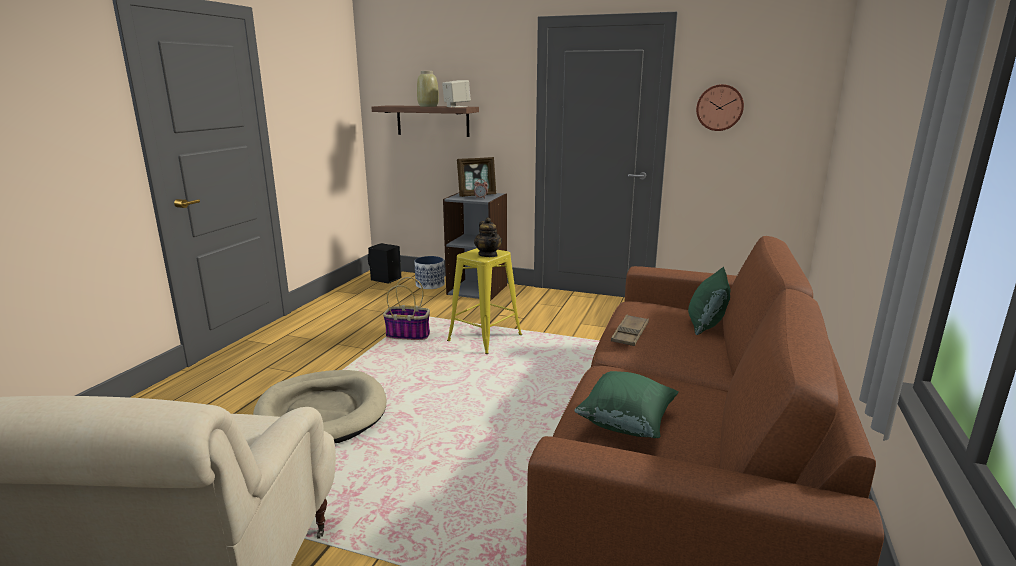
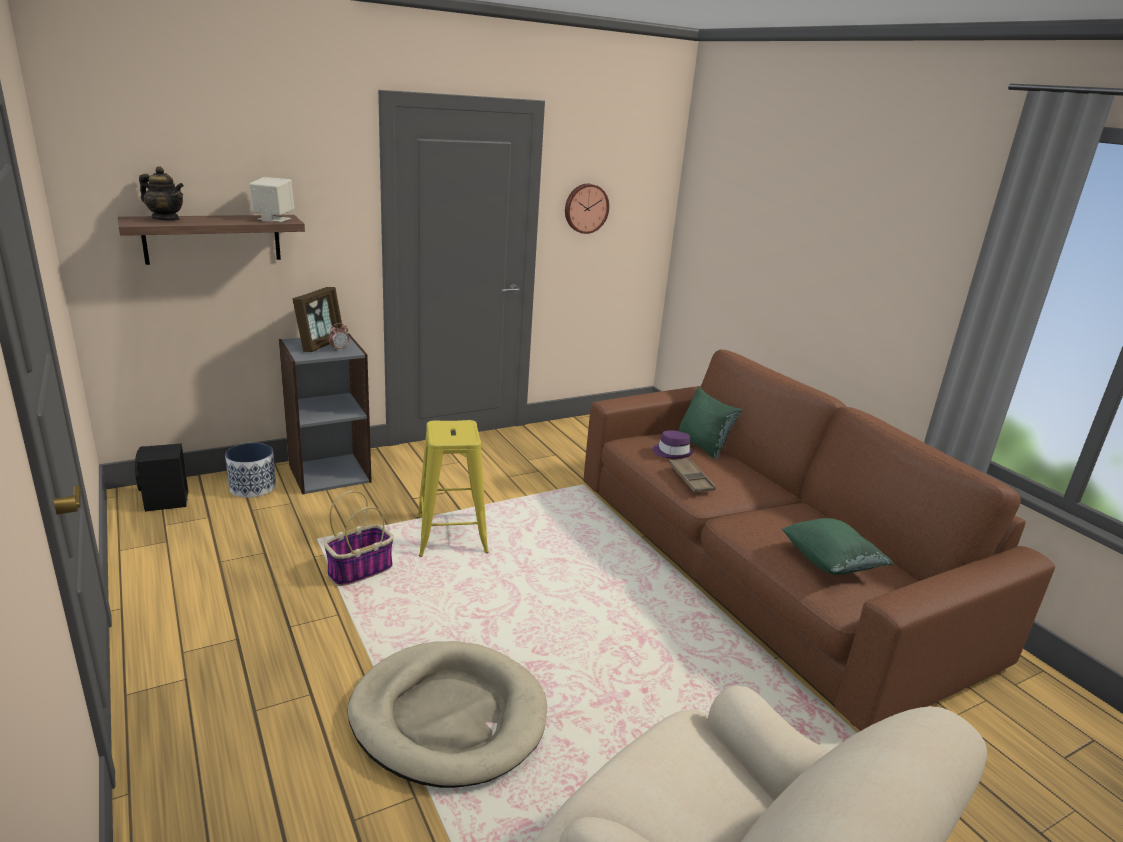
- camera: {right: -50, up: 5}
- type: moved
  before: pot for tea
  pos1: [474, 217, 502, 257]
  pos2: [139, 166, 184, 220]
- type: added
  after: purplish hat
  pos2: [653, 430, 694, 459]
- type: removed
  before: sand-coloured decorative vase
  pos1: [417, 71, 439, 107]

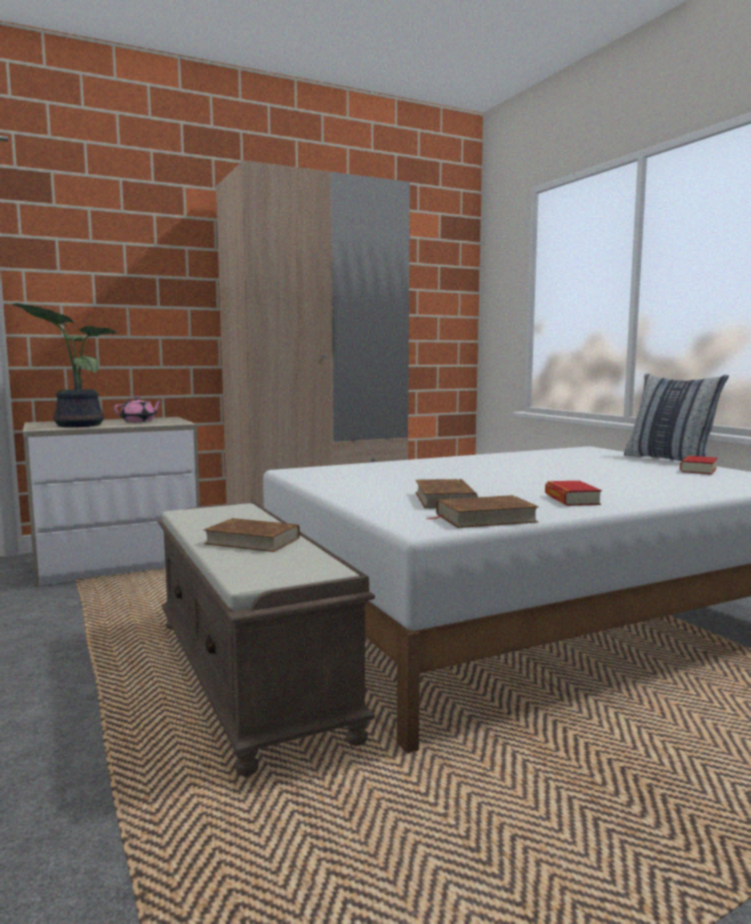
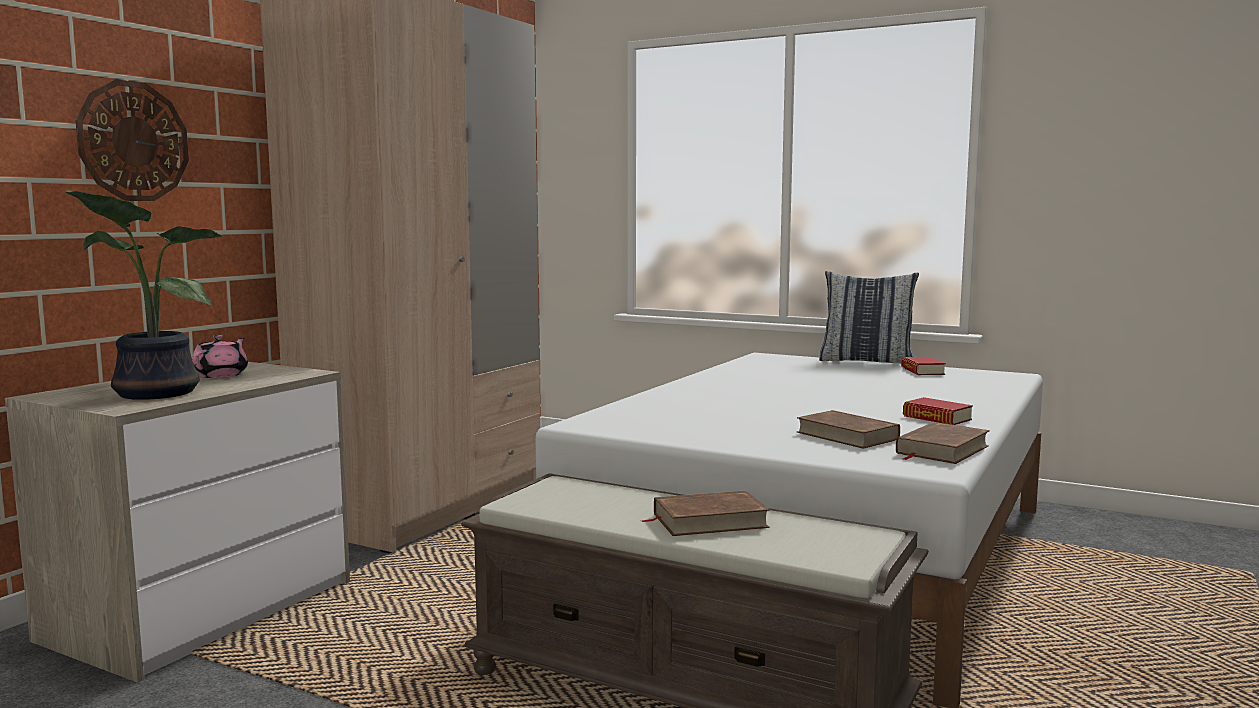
- camera: {right: -35, up: 0}
- type: added
  after: wall clock
  pos2: [76, 79, 189, 201]

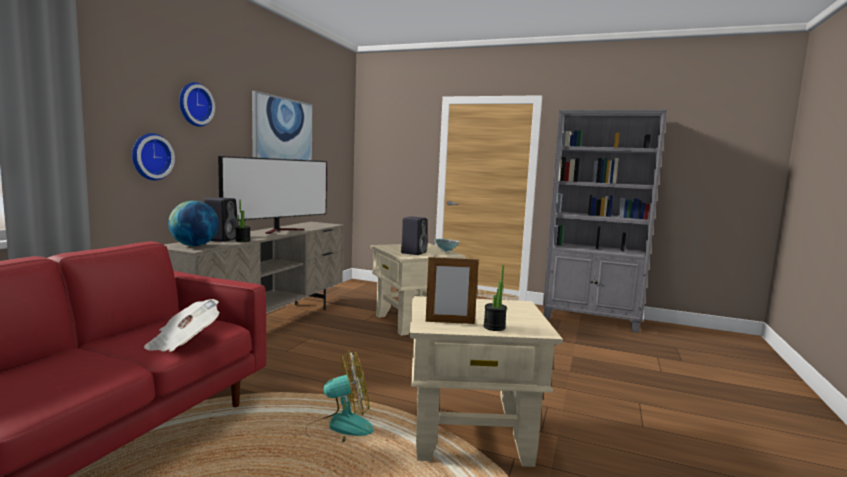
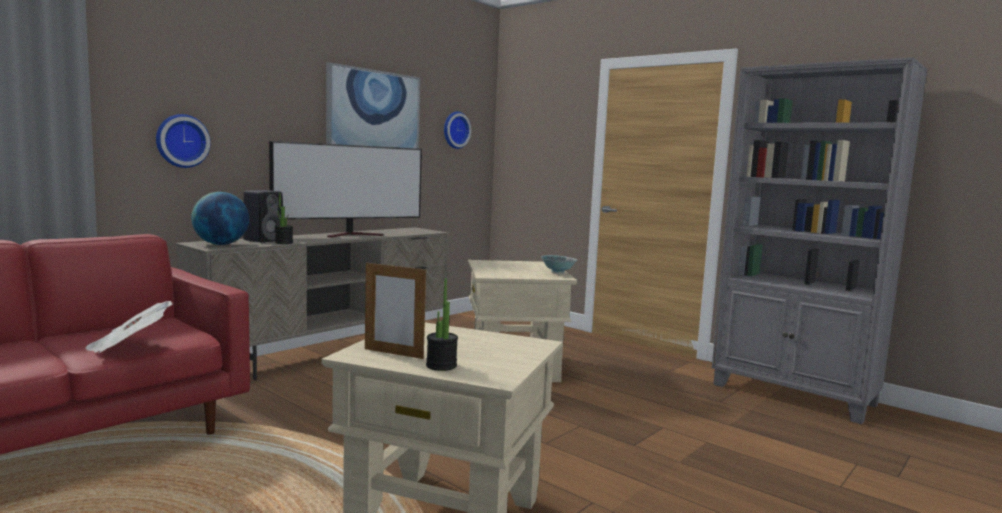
- camera: {right: 20, up: 0}
- type: moved
  before: wall clock
  pos1: [179, 82, 215, 127]
  pos2: [444, 112, 471, 149]
- type: removed
  before: cooling fan
  pos1: [306, 350, 374, 443]
- type: removed
  before: blackish audio speaker
  pos1: [401, 216, 428, 255]

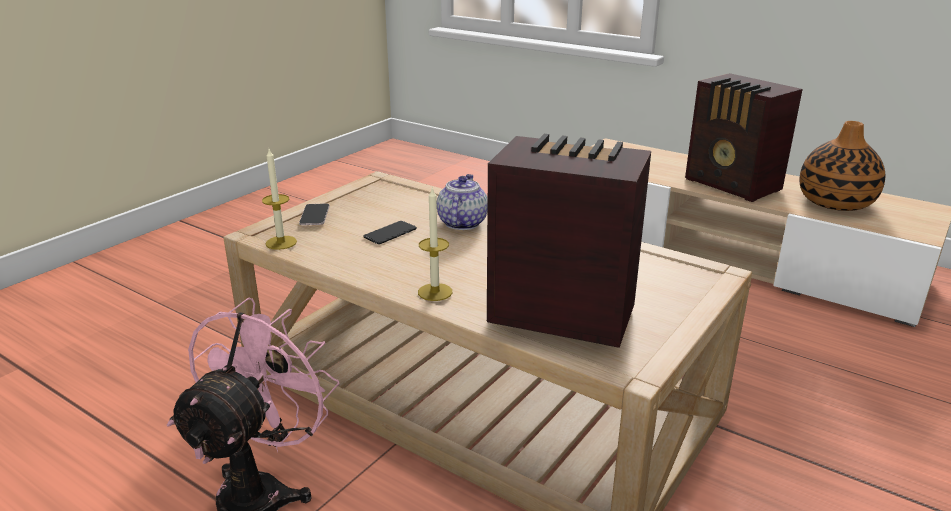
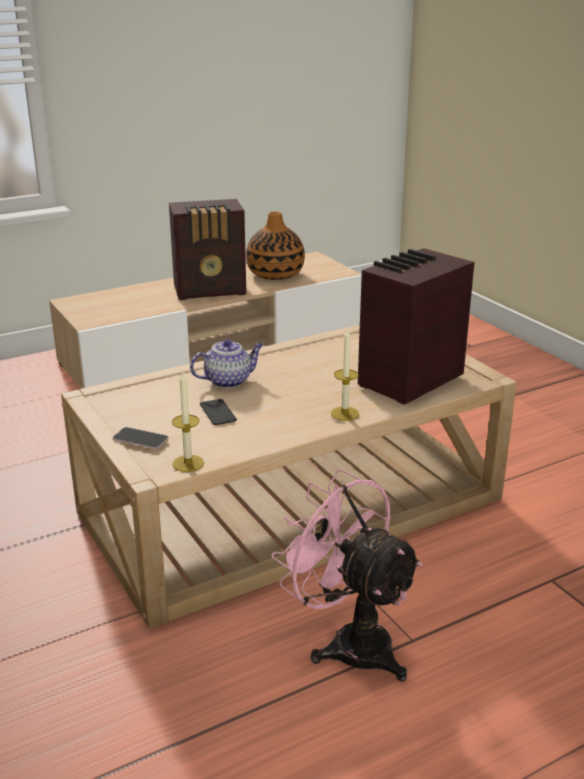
- camera: {right: -65, up: 0}
- type: turned
  before: pot for tea
  pos1: [437, 174, 488, 230]
  pos2: [190, 339, 263, 388]
  turn: 120

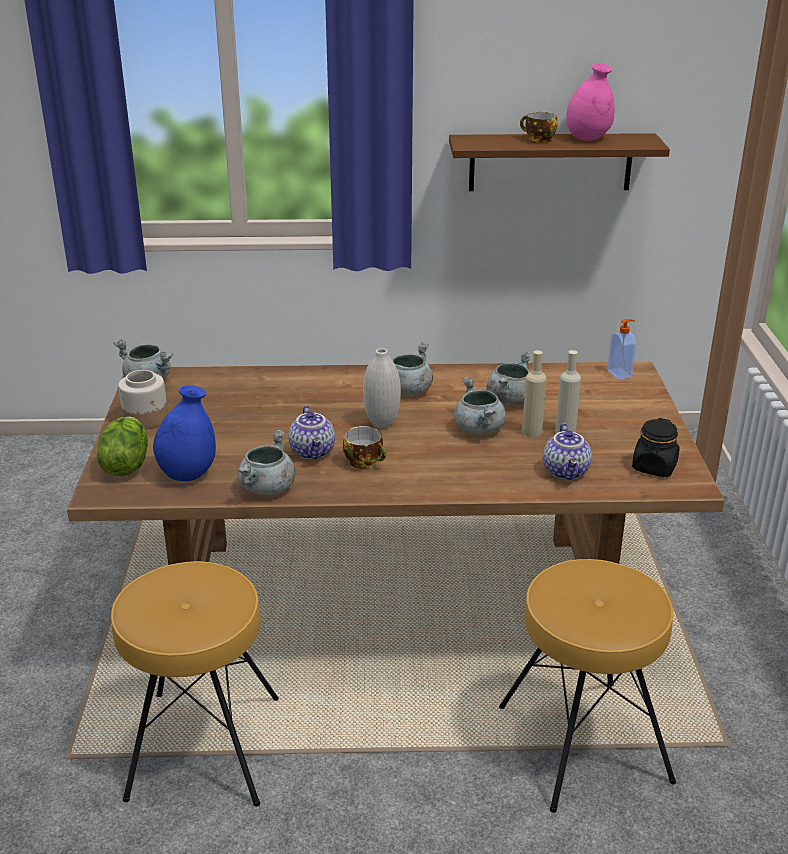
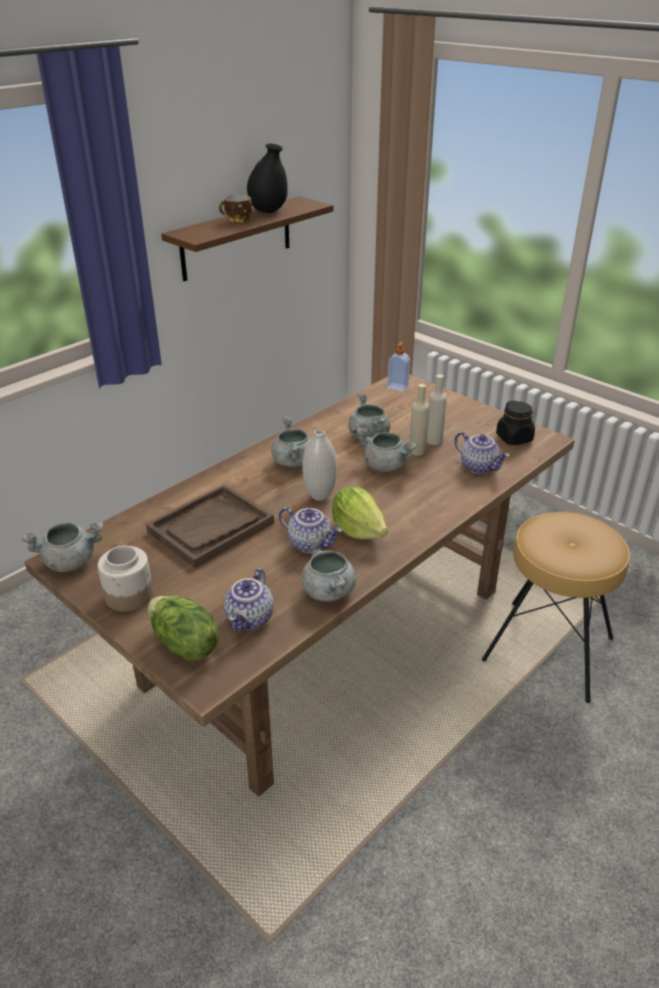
- camera: {right: -45, up: 5}
- type: added
  after: brownish tray
  pos2: [146, 484, 274, 568]
- type: replaced
  before: bluish decorative vase
  after: pot for tea
  pos1: [153, 385, 216, 481]
  pos2: [224, 568, 273, 631]
- type: recoloured
  before: pink-coloured decorative vase
  after: blackish decorative vase
  pos1: [566, 63, 615, 141]
  pos2: [247, 143, 288, 213]
- type: replaced
  before: drinking cup
  after: lettuce
  pos1: [343, 426, 386, 469]
  pos2: [332, 486, 388, 539]
- type: removed
  before: brownish sitting stool
  pos1: [111, 561, 279, 807]

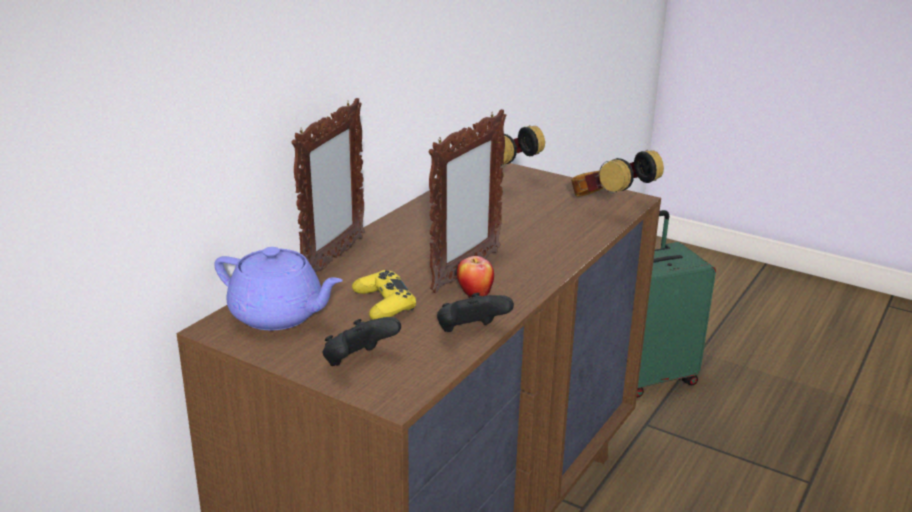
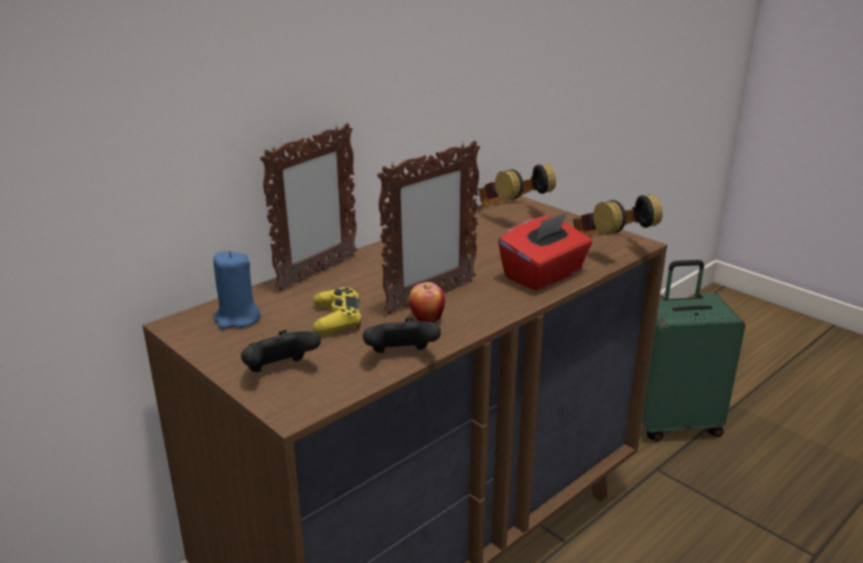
- camera: {right: 15, up: 0}
- type: replaced
  before: purplish pot for tea
  after: bluish candle
  pos1: [214, 247, 343, 330]
  pos2: [213, 251, 261, 329]
- type: added
  after: red tissue holder
  pos2: [498, 212, 592, 291]

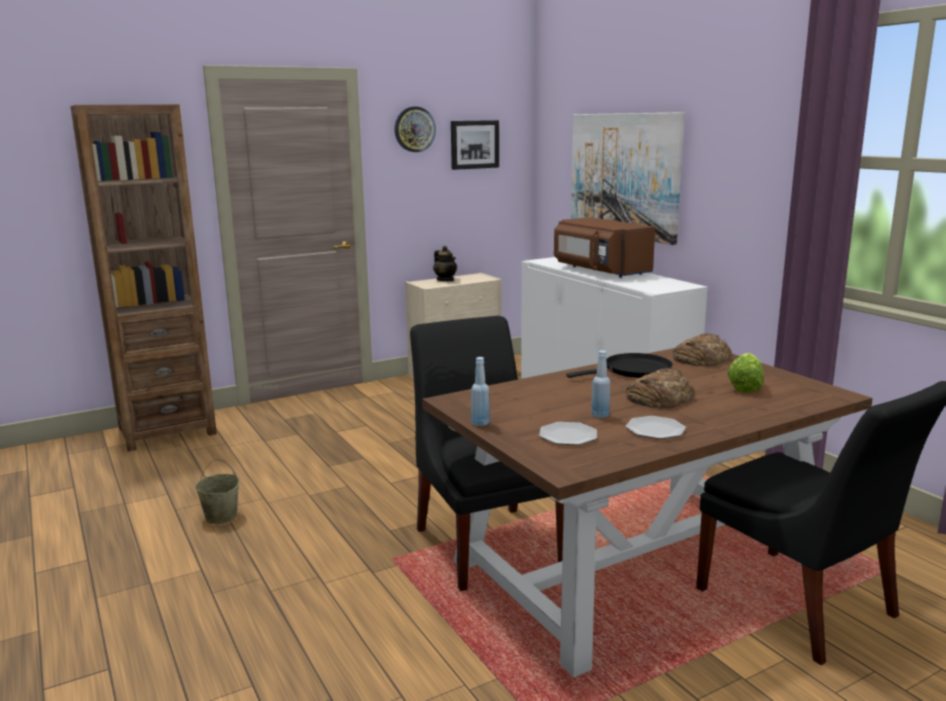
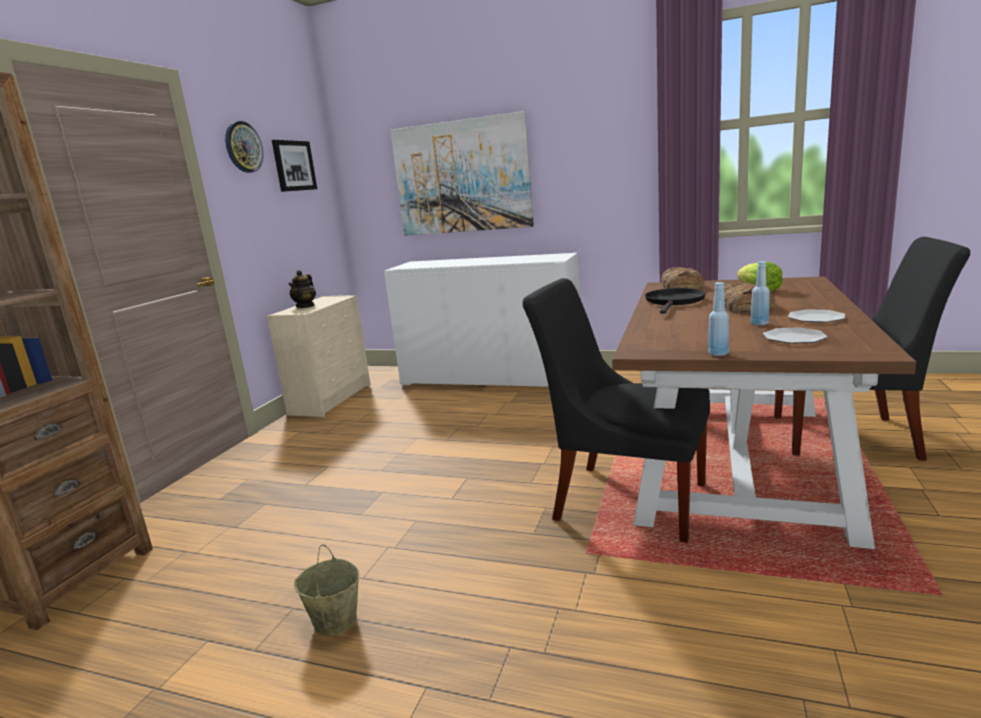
- camera: {right: -40, up: 0}
- type: turned
  before: pot for tea
  pos1: [433, 246, 457, 281]
  pos2: [288, 270, 316, 308]
  turn: 90
- type: removed
  before: brownish microwave oven
  pos1: [554, 217, 655, 278]

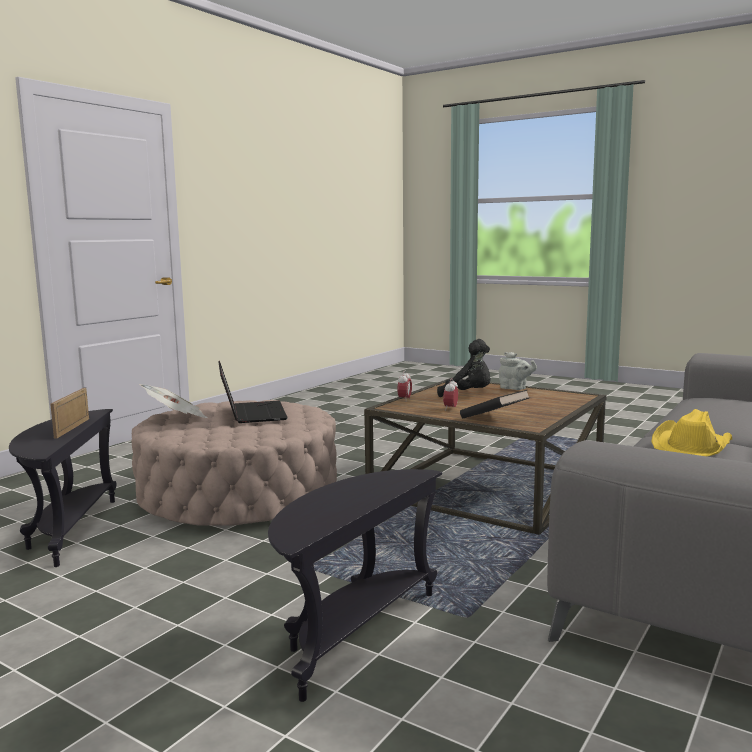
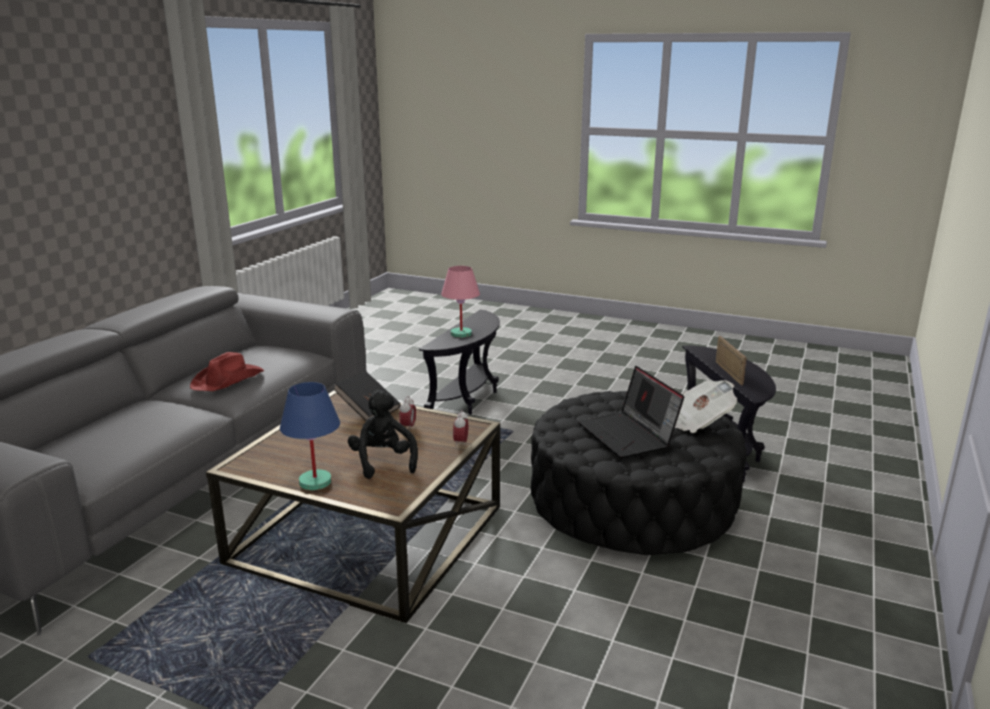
- camera: {right: 170, up: 10}
- type: recoloured
  before: yellow-coloured hat
  after: red hat
  pos1: [652, 409, 732, 456]
  pos2: [190, 352, 264, 391]
- type: replaced
  before: gray pot for tea
  after: bluish table lamp
  pos1: [499, 352, 537, 390]
  pos2: [280, 382, 340, 490]
- type: turned
  before: blackish cuddly toy
  pos1: [437, 339, 491, 397]
  pos2: [348, 390, 418, 479]
  turn: 60
- type: added
  after: pink-coloured table lamp
  pos2: [441, 266, 480, 338]
- type: recoloured
  before: sand-coloured pouffe
  after: blackish pouffe
  pos1: [132, 400, 337, 526]
  pos2: [531, 391, 747, 555]

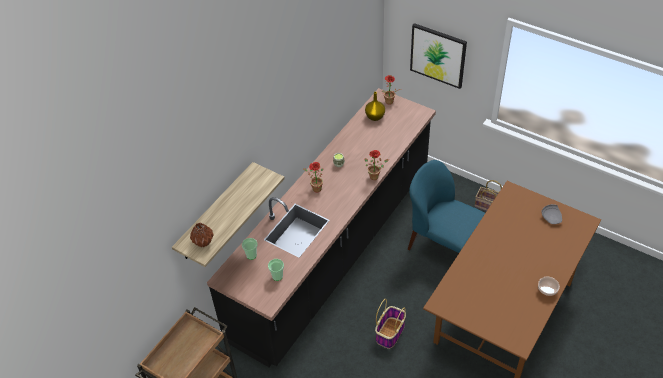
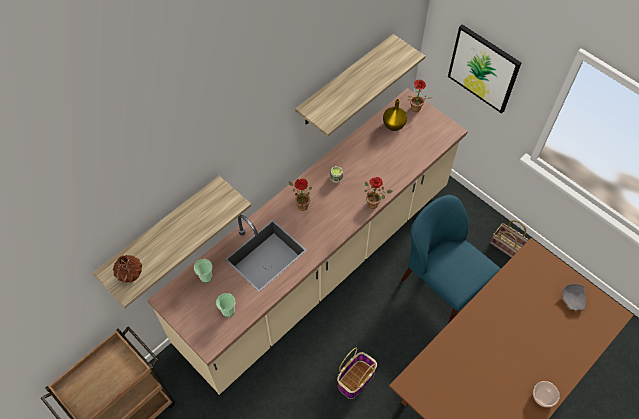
- camera: {right: 10, up: 10}
- type: recoloured
  before: blackish kitchen counter
  after: sand-coloured kitchen counter
  pos1: [207, 88, 436, 367]
  pos2: [147, 88, 468, 395]
- type: added
  after: bracket shelf
  pos2: [295, 34, 425, 137]

